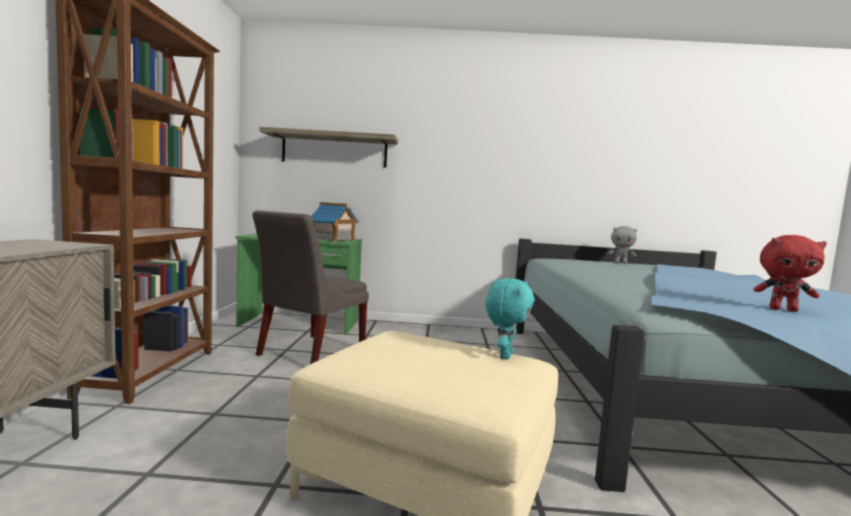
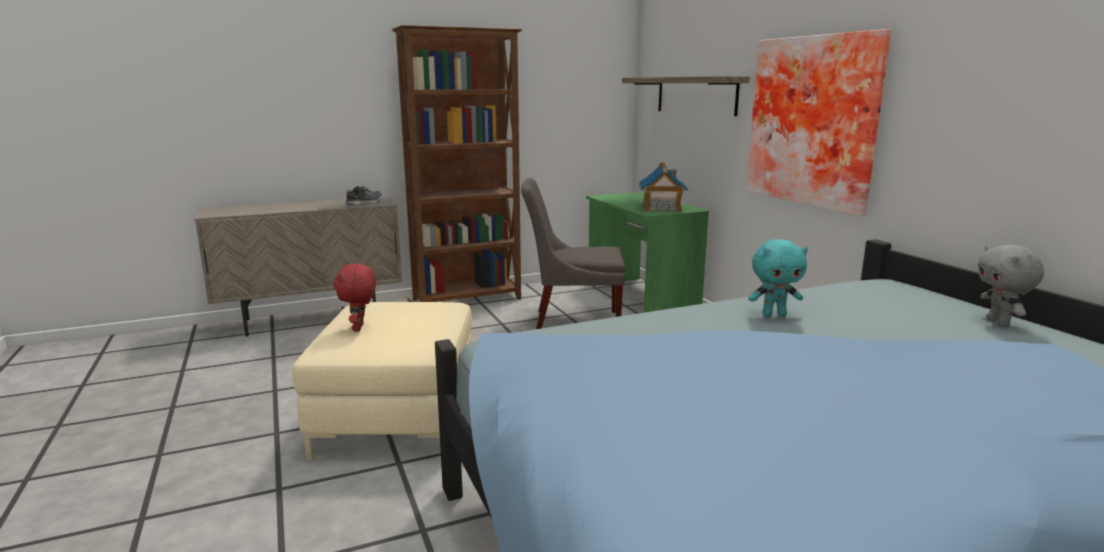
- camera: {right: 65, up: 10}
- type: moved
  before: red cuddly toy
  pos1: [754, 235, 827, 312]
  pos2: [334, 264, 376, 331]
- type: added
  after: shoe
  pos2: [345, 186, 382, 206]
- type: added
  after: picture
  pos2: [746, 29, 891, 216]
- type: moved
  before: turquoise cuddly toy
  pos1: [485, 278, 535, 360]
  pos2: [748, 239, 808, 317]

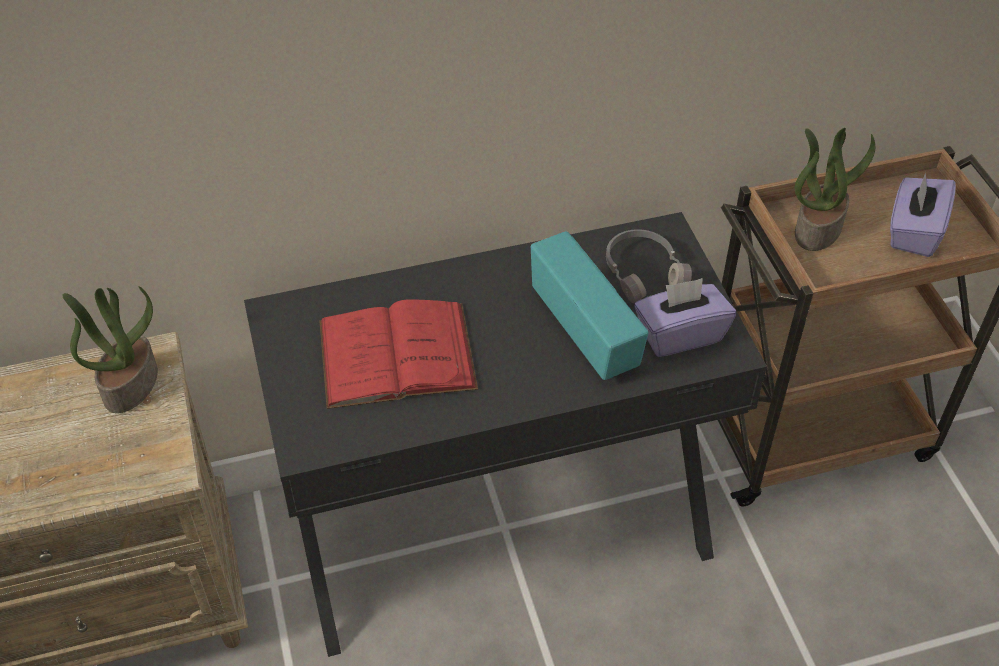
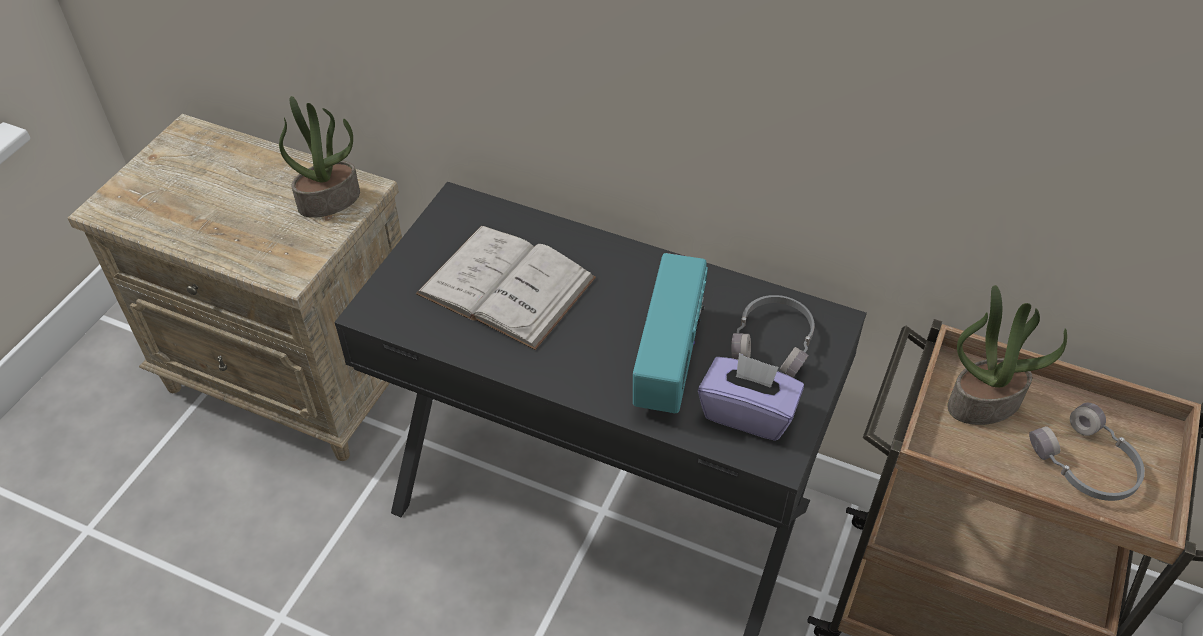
- camera: {right: 40, up: 0}
- type: recoloured
  before: red bound book
  after: white-coloured bound book
  pos1: [319, 299, 478, 409]
  pos2: [416, 226, 596, 350]
- type: replaced
  before: purplish tissue holder
  after: gray headset
  pos1: [890, 172, 956, 257]
  pos2: [1029, 403, 1145, 501]

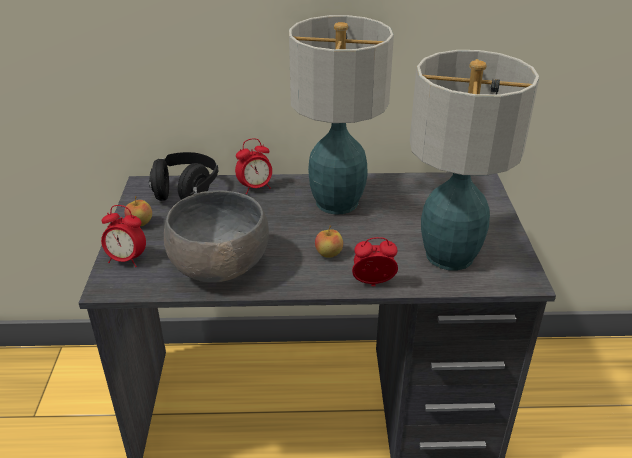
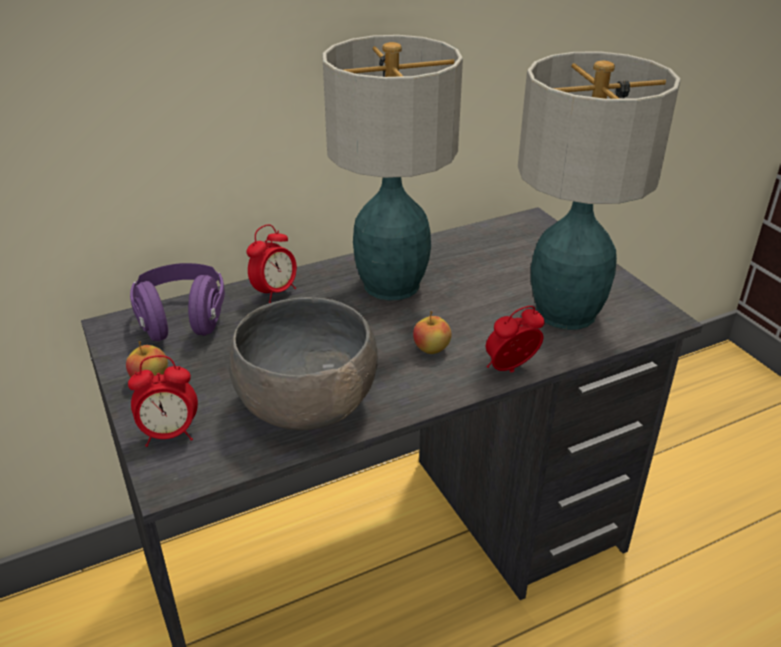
- camera: {right: -25, up: 0}
- type: recoloured
  before: blackish headset
  after: purplish headset
  pos1: [149, 152, 218, 201]
  pos2: [130, 263, 225, 341]

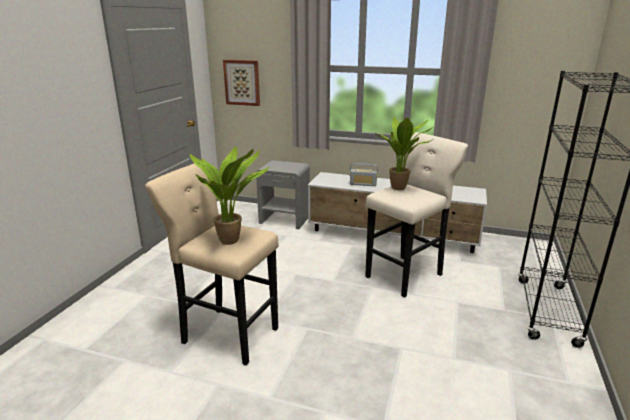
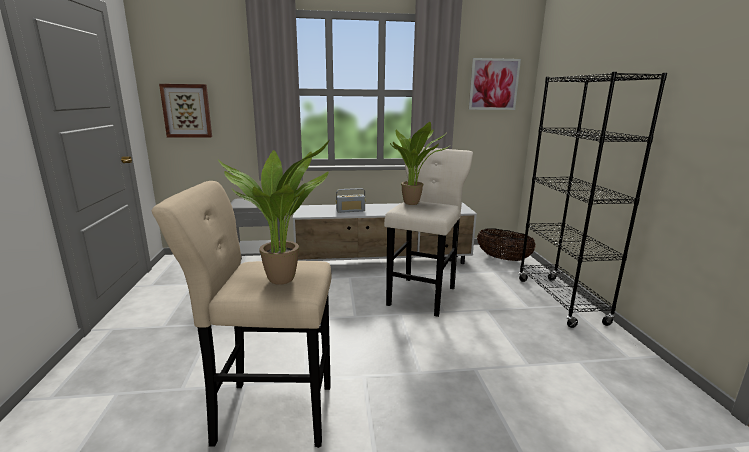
- camera: {right: -25, up: -5}
- type: added
  after: picture
  pos2: [469, 58, 521, 110]
- type: added
  after: household basket
  pos2: [477, 229, 536, 261]

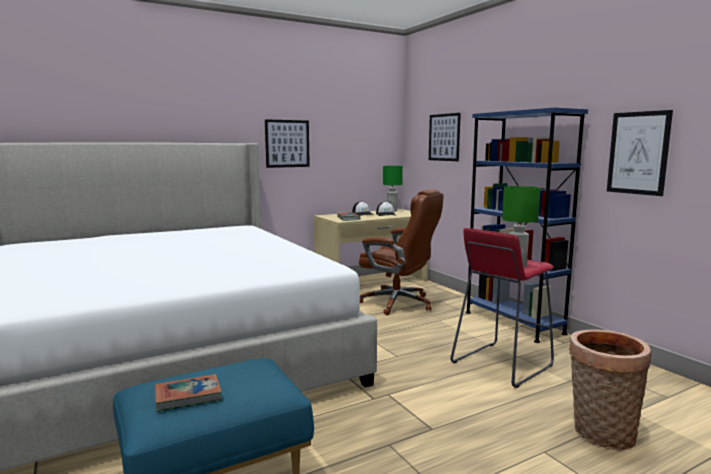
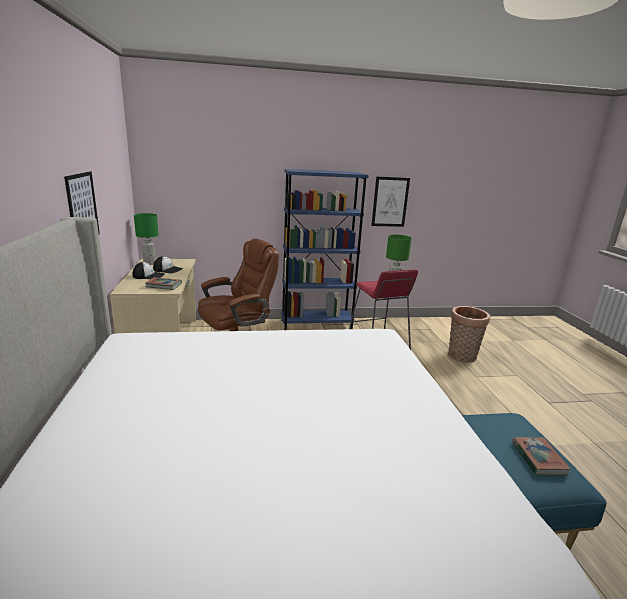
- camera: {right: -70, up: 10}
- type: removed
  before: picture
  pos1: [429, 113, 461, 161]

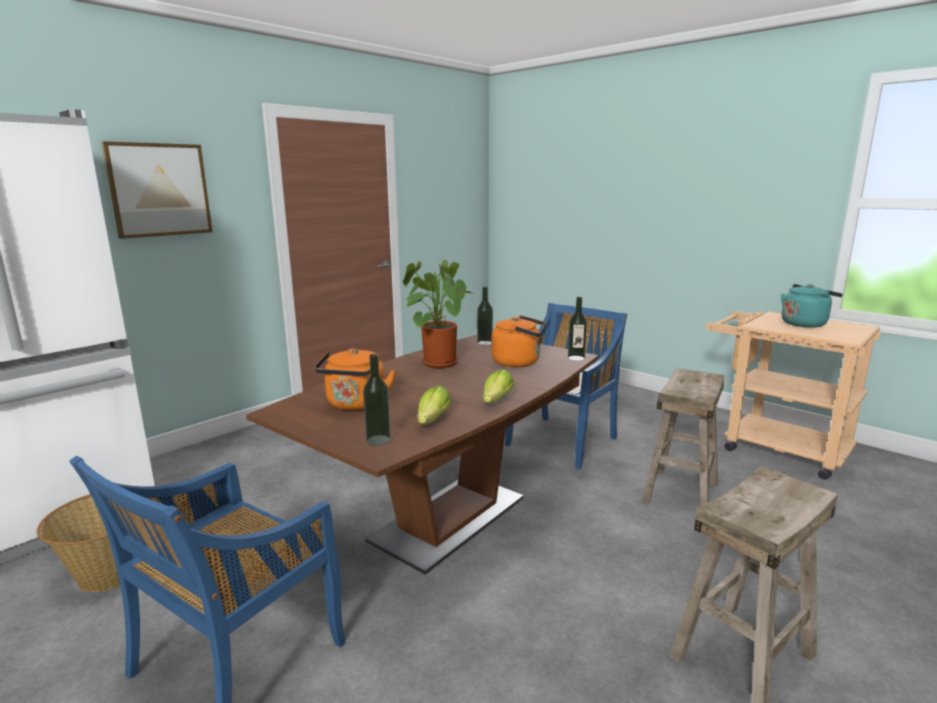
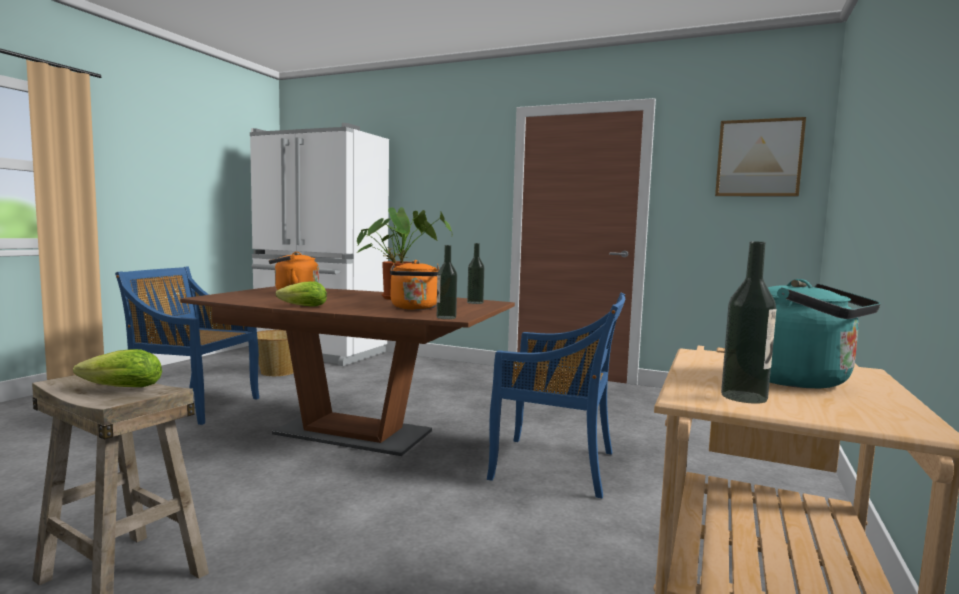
- camera: {right: 70, up: -10}
- type: moved
  before: lettuce
  pos1: [417, 385, 451, 425]
  pos2: [73, 349, 162, 387]
- type: moved
  before: picture
  pos1: [101, 141, 212, 239]
  pos2: [715, 117, 806, 196]
- type: moved
  before: beverage bottle
  pos1: [363, 354, 391, 446]
  pos2: [721, 241, 776, 404]
- type: removed
  before: sand-coloured sitting stool
  pos1: [641, 368, 724, 506]

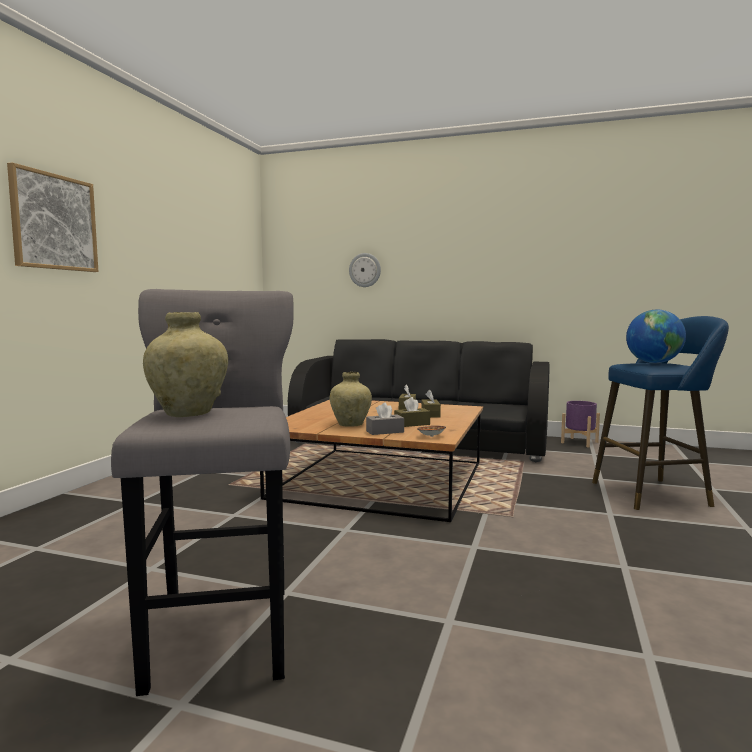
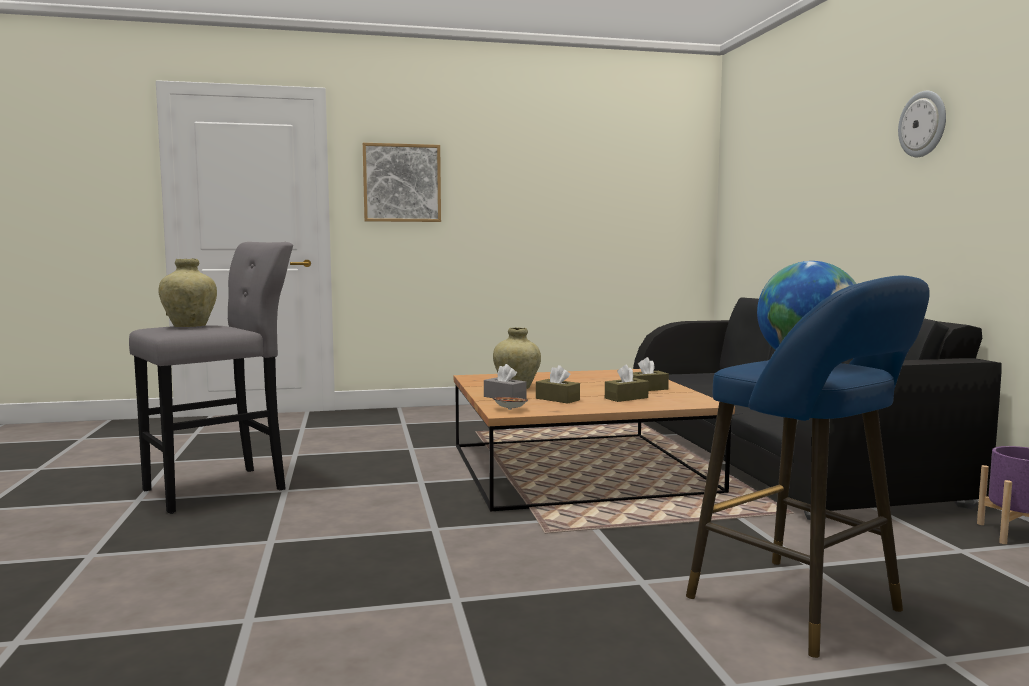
- camera: {right: 60, up: 0}
- type: moved
  before: wall clock
  pos1: [349, 253, 381, 287]
  pos2: [898, 91, 946, 157]

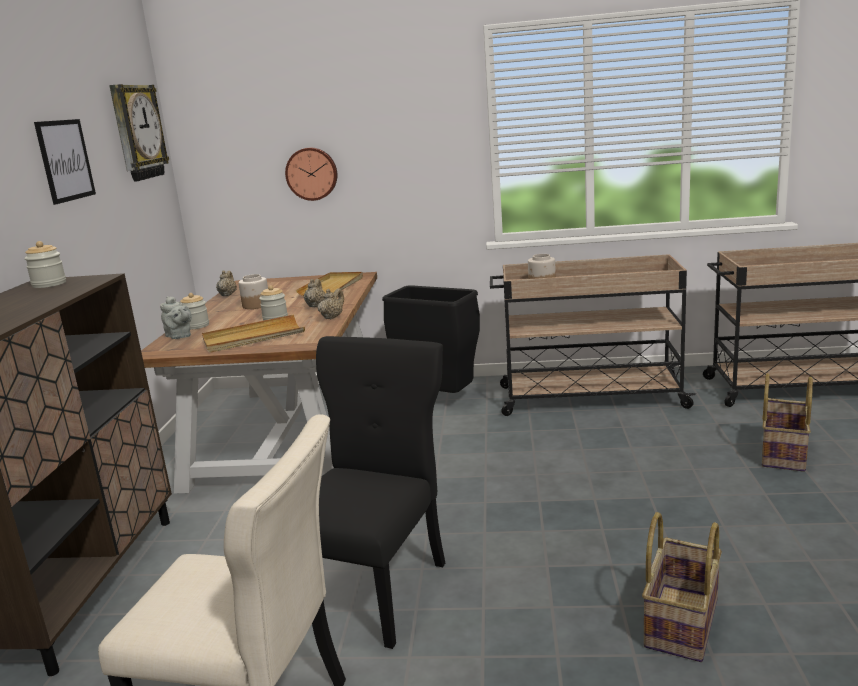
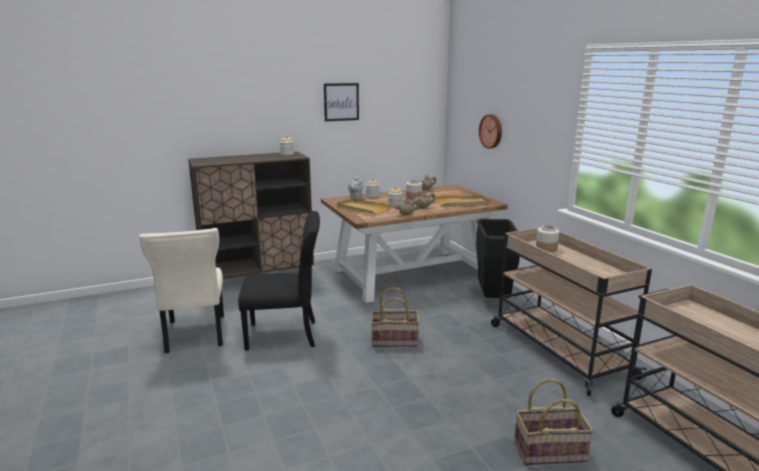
- camera: {right: 60, up: 0}
- type: moved
  before: household basket
  pos1: [642, 512, 722, 662]
  pos2: [371, 287, 419, 347]
- type: removed
  before: wall clock
  pos1: [109, 84, 169, 182]

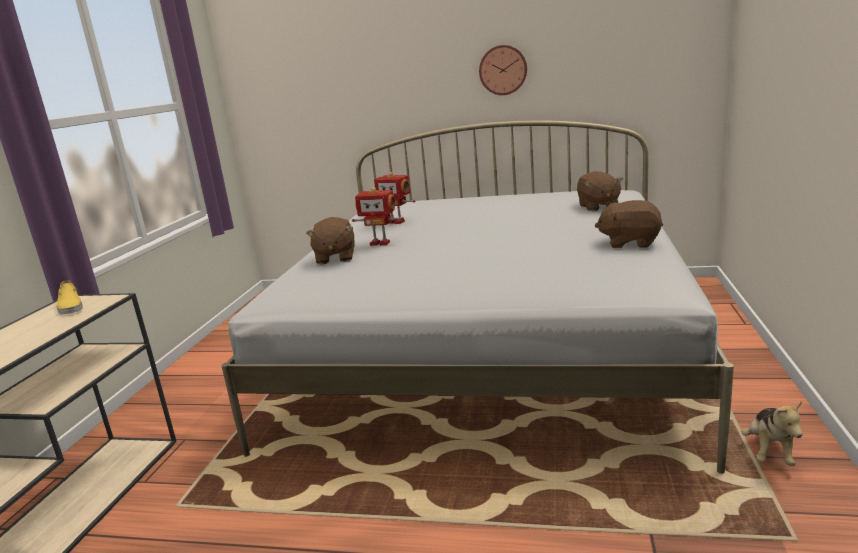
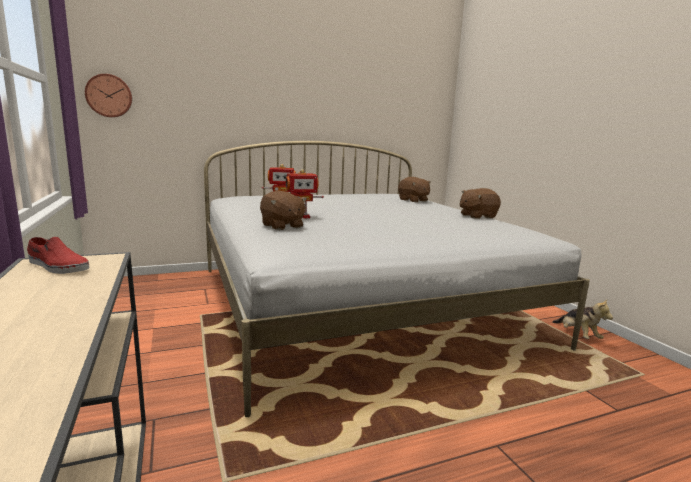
- camera: {right: -35, up: -5}
- type: recoloured
  before: yellow-coloured shoe
  after: red shoe
  pos1: [56, 280, 83, 314]
  pos2: [27, 237, 90, 274]
- type: moved
  before: wall clock
  pos1: [479, 45, 527, 95]
  pos2: [85, 74, 132, 117]

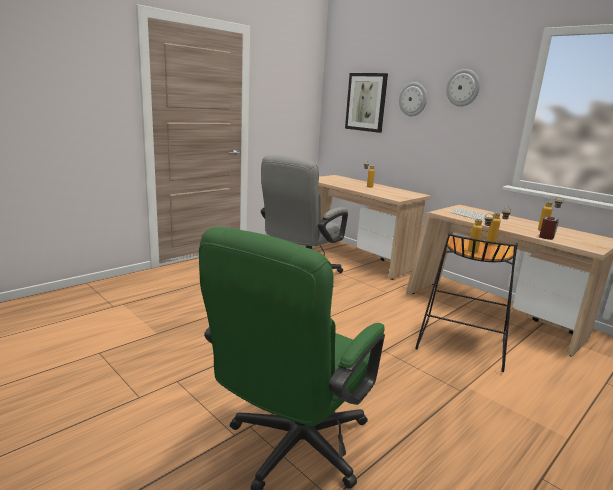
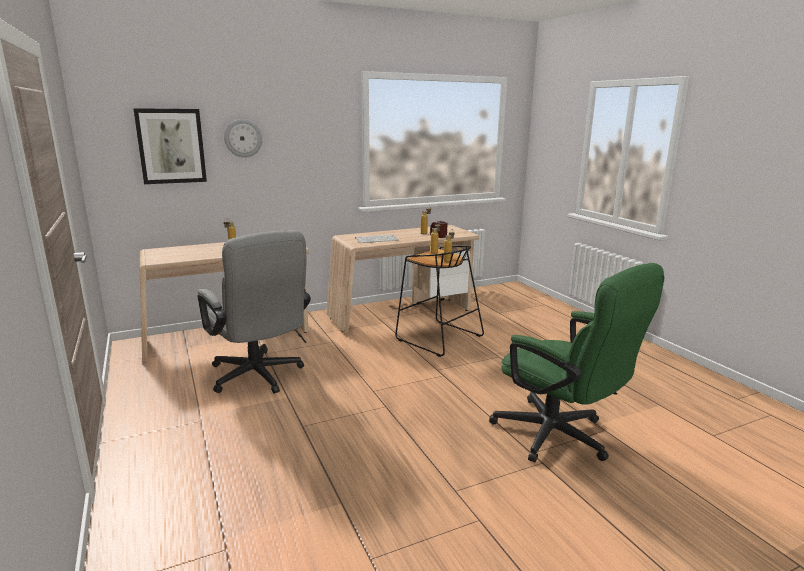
- camera: {right: -70, up: 0}
- type: removed
  before: wall clock
  pos1: [446, 69, 480, 107]

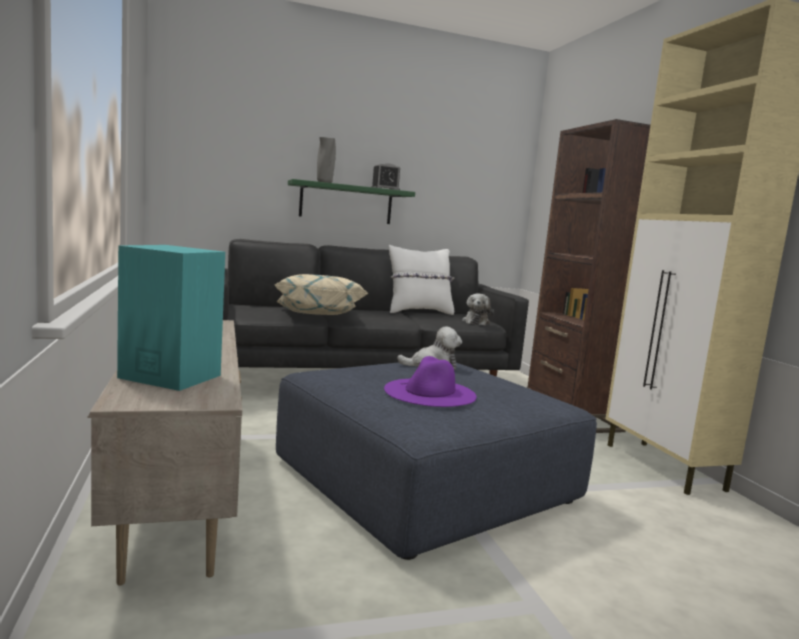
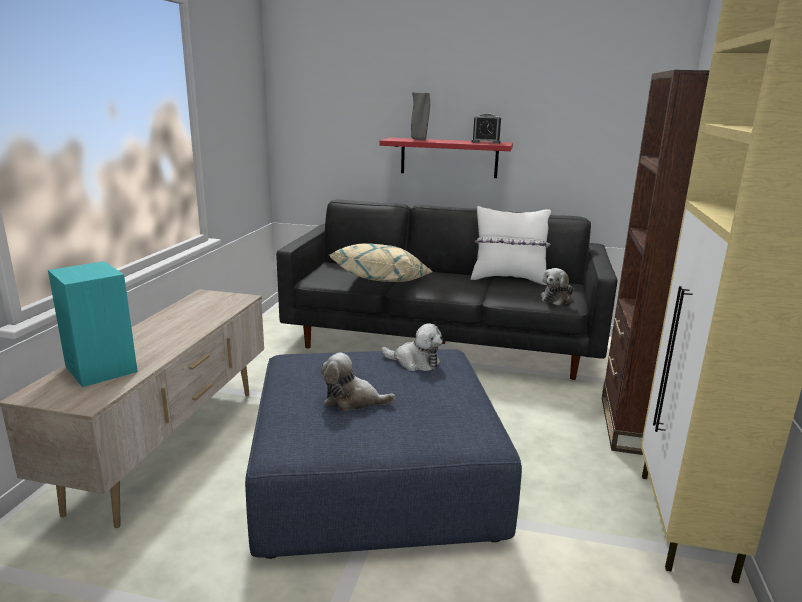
- camera: {right: 30, up: 10}
- type: replaced
  before: purplish hat
  after: cuddly toy
  pos1: [384, 356, 477, 407]
  pos2: [321, 352, 395, 411]
- type: recoloured
  before: green bracket shelf
  after: red bracket shelf
  pos1: [288, 179, 415, 224]
  pos2: [379, 138, 513, 178]

